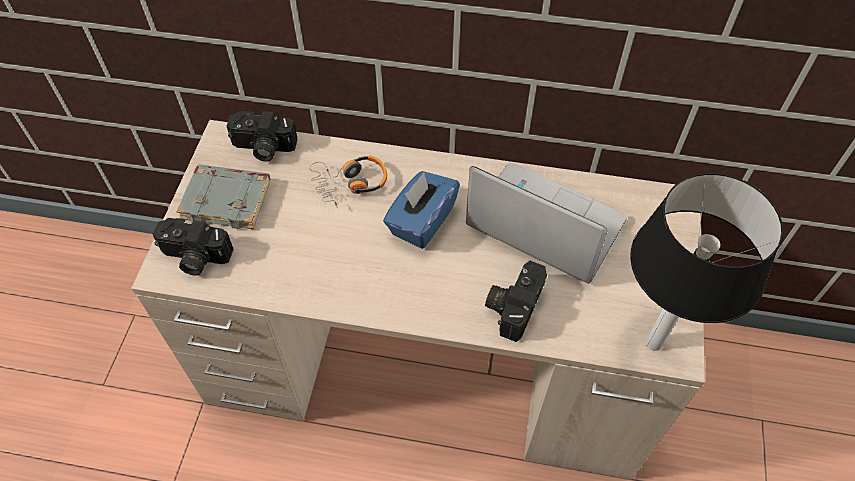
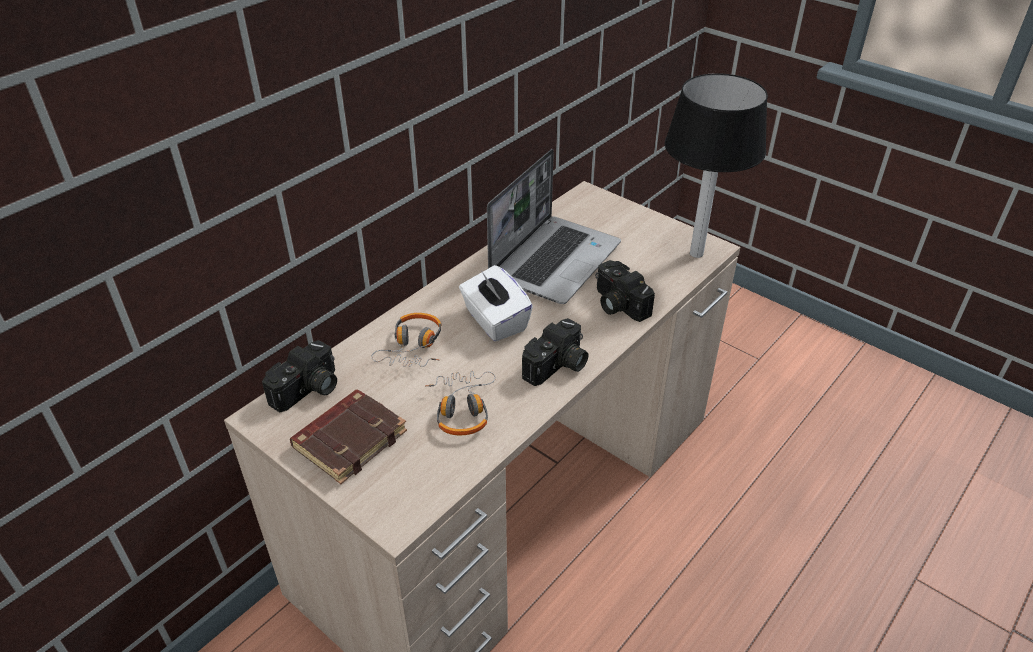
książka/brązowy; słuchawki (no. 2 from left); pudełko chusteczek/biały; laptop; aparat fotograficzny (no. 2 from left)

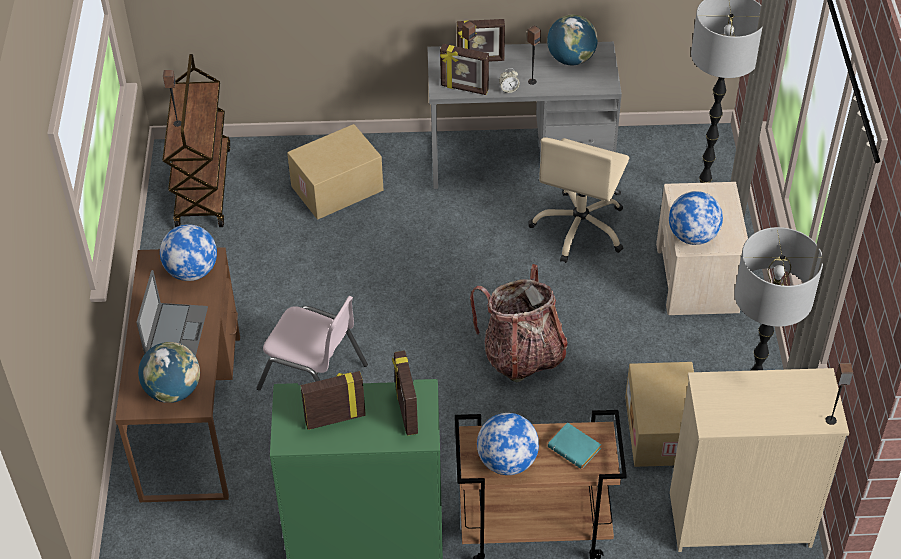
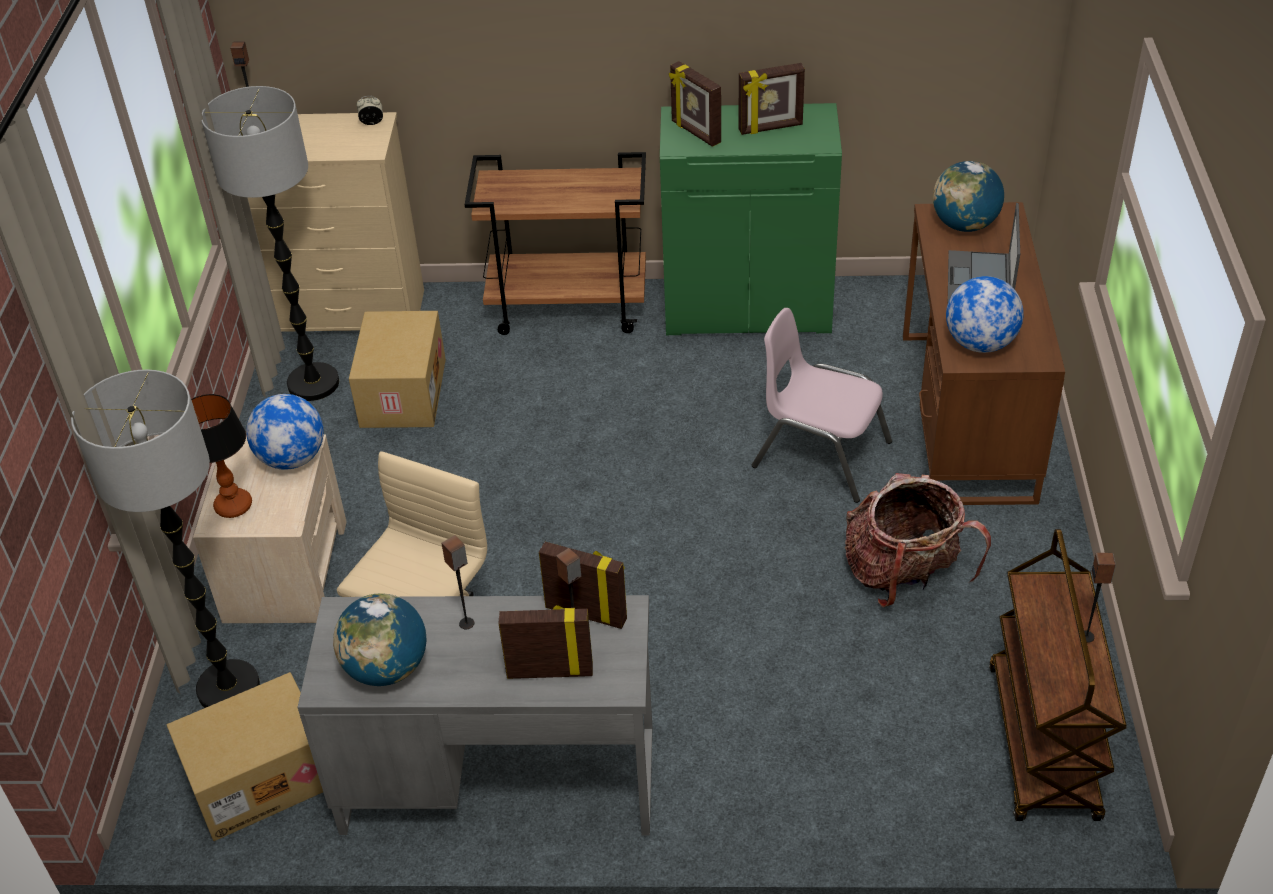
karton (no. 1 from left); lampa stołowa; budzik; ramka na zdjęcie (no. 3 from left); plecak; globus (no. 3 from left in the first image); książka/turkusowy

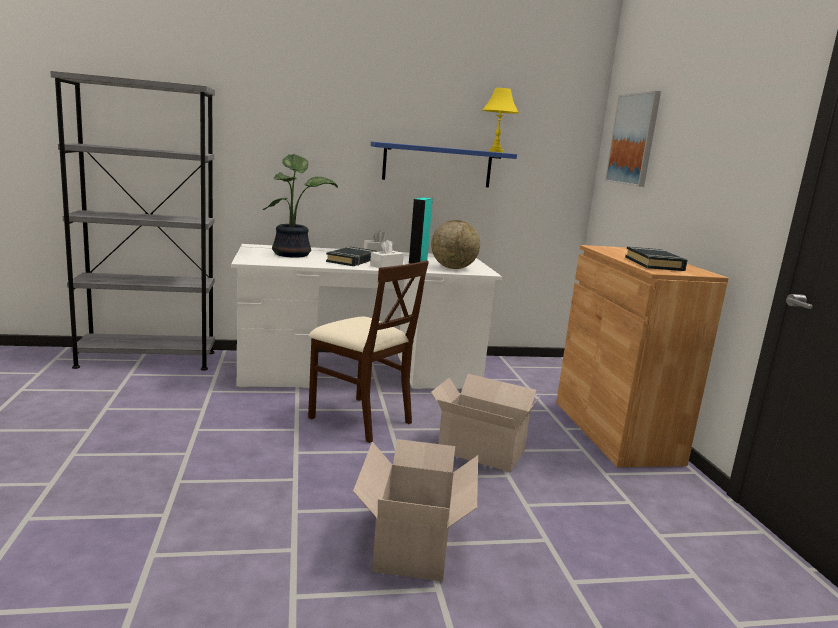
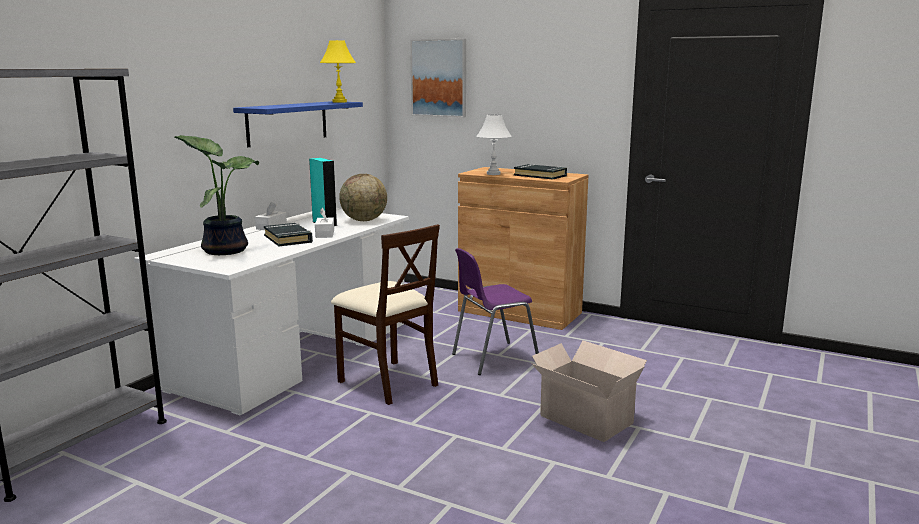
krzesło/beżowy; krzesło/fioletowy; lampa stołowa/biały

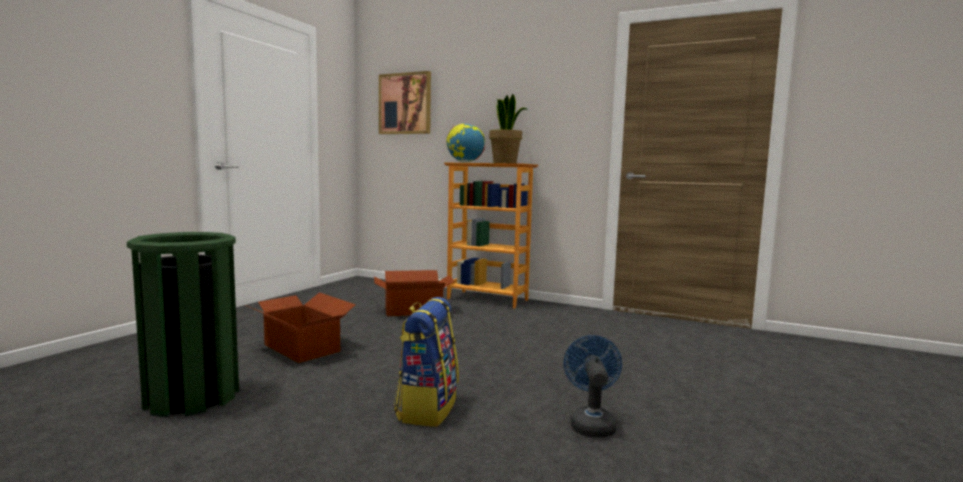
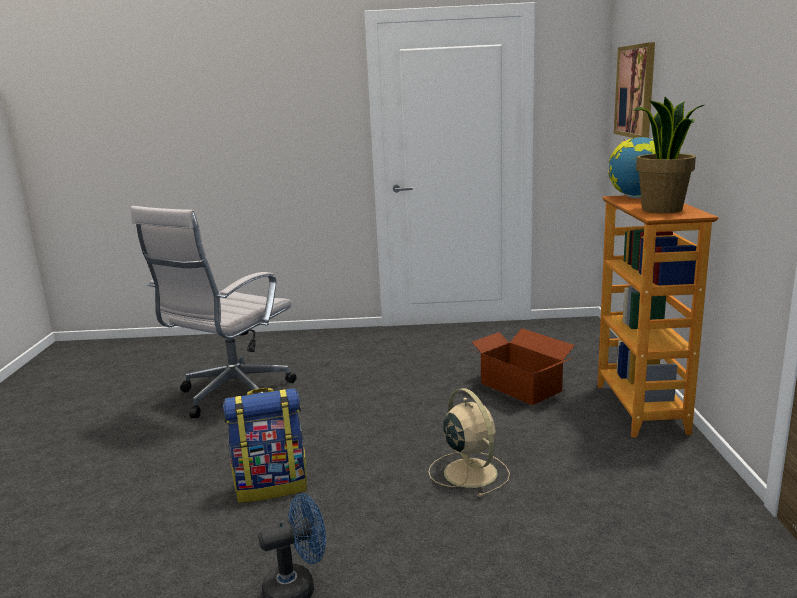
krzesło biurowe/biały; wentylator/beżowy; karton (no. 1 from left in the first image)

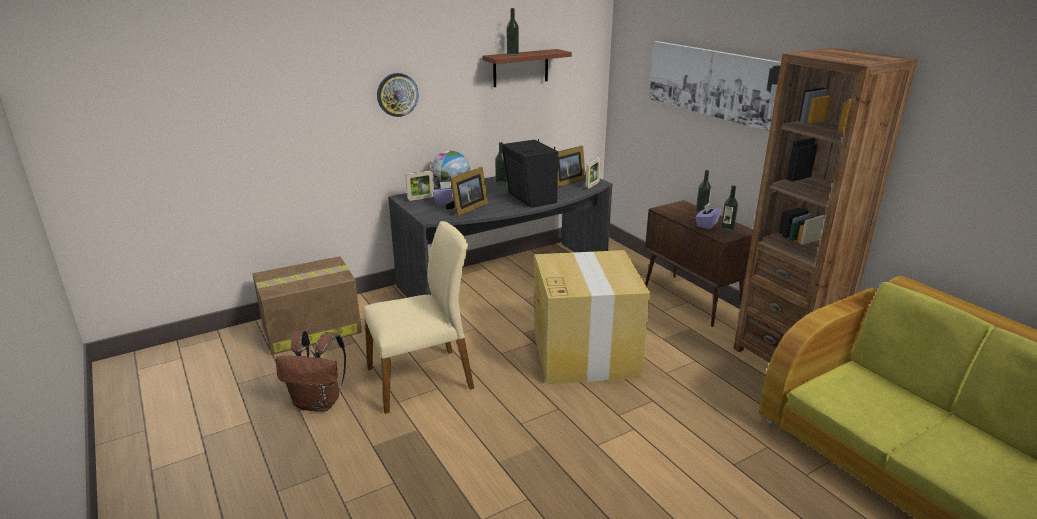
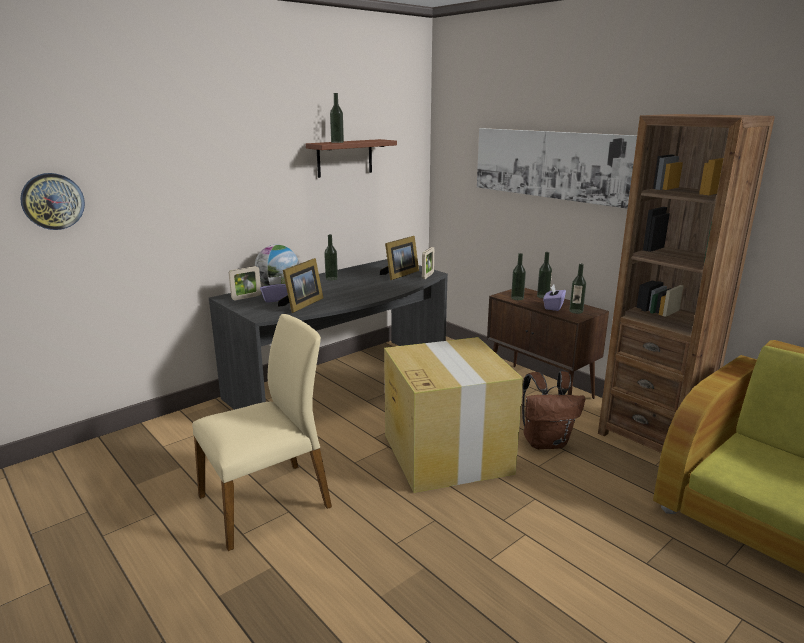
zegar ścienny; butelka (no. 3 from left); plecak/brązowy; karton (no. 1 from left in the first image); głośnik/czarny

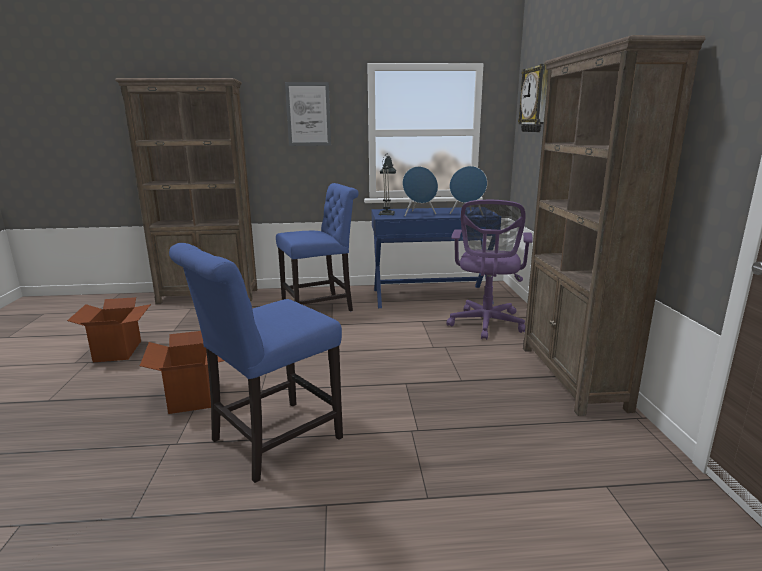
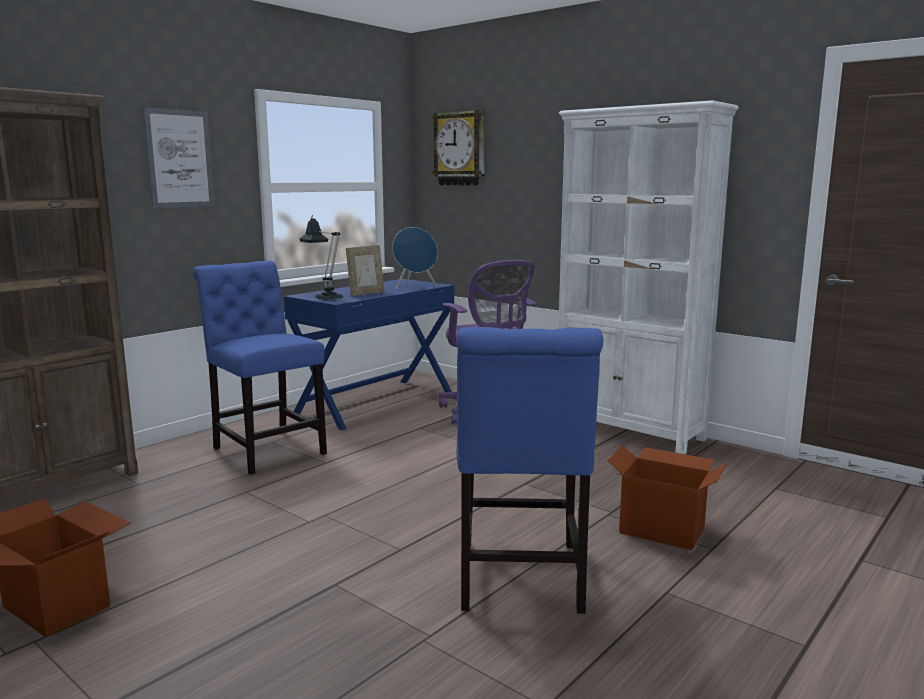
krzesło/niebieski (no. 1 from left); ramka na zdjęcie; regał/biały; karton (no. 2 from left)

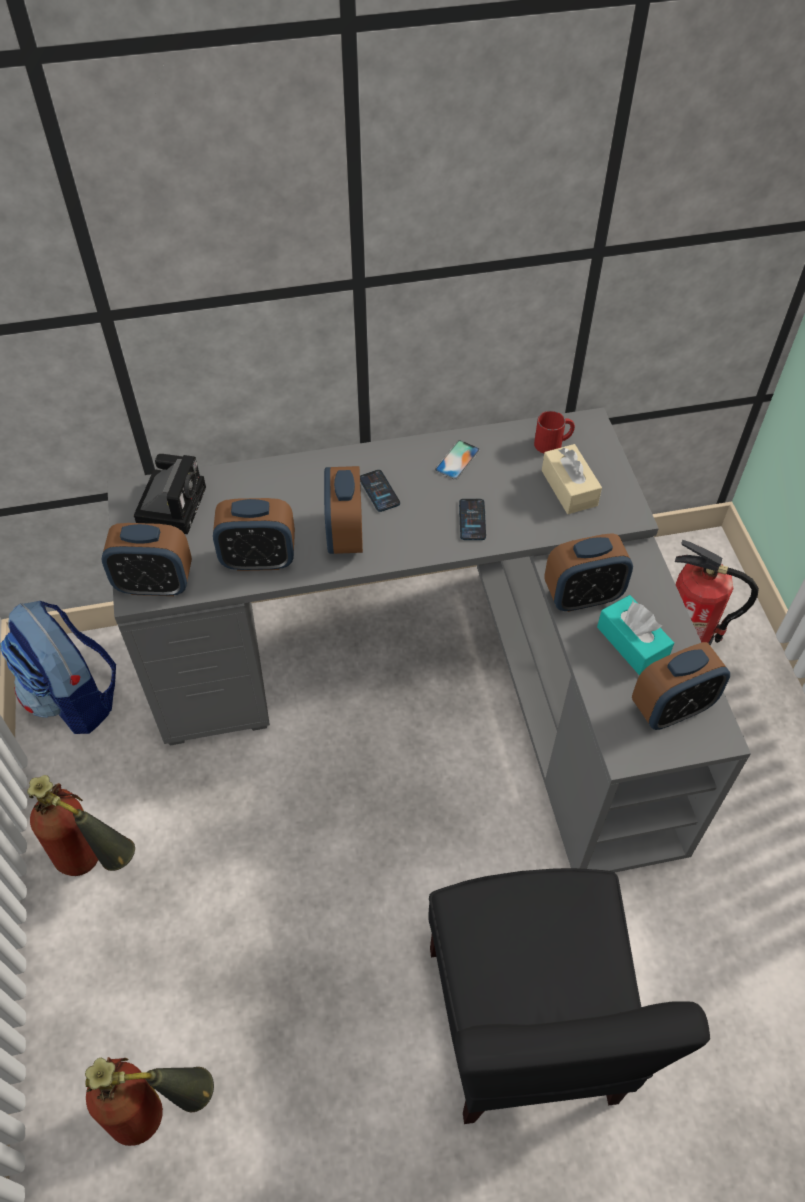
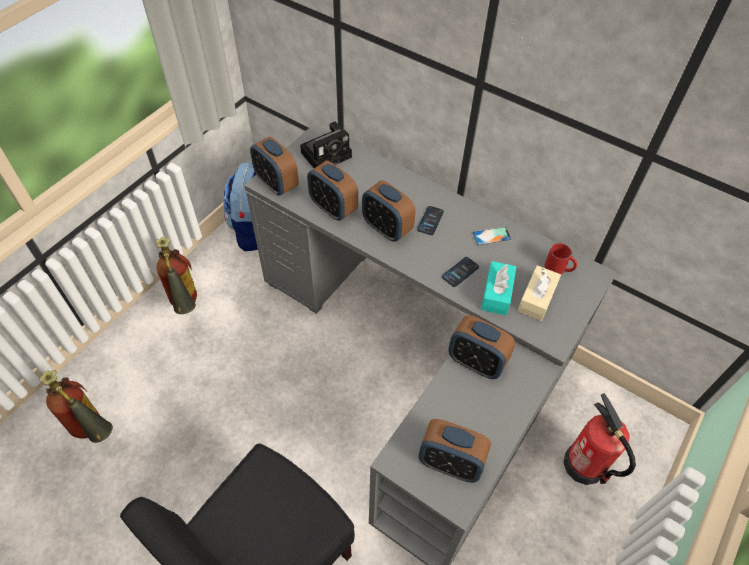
budzik (no. 3 from left); pudełko chusteczek/turkusowy

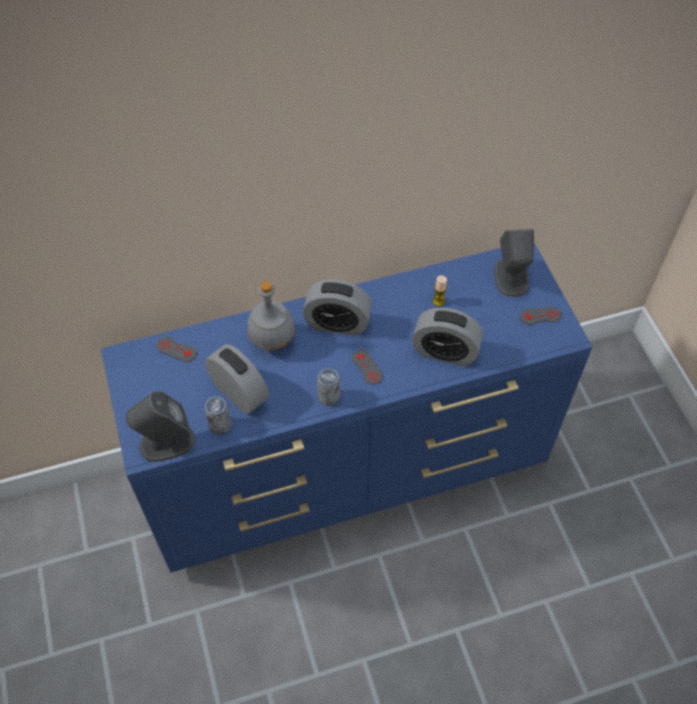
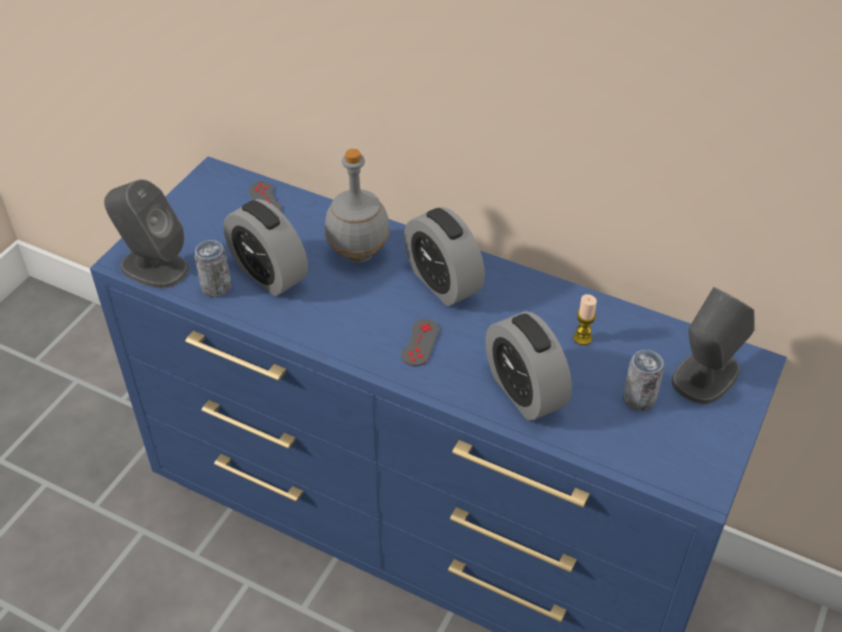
budzik (no. 1 from left); puszka (no. 2 from left); pad do gier/szary (no. 3 from left in the first image)

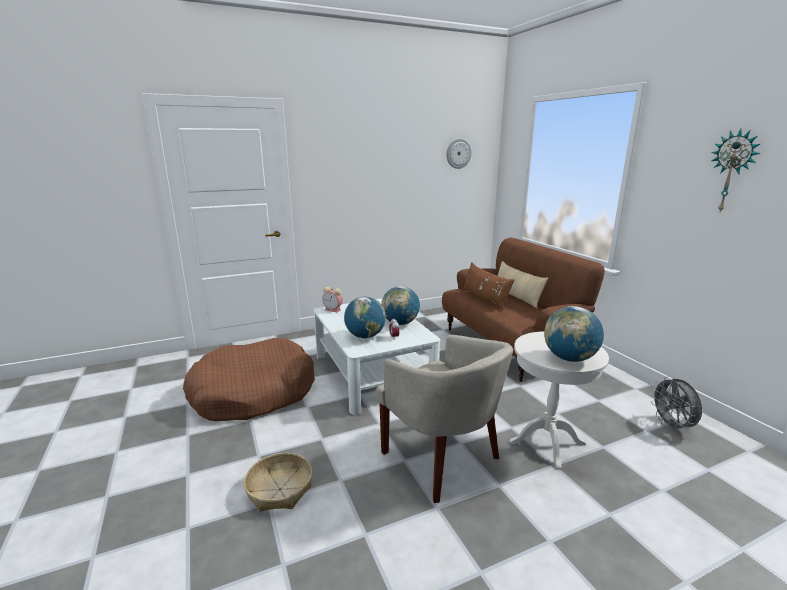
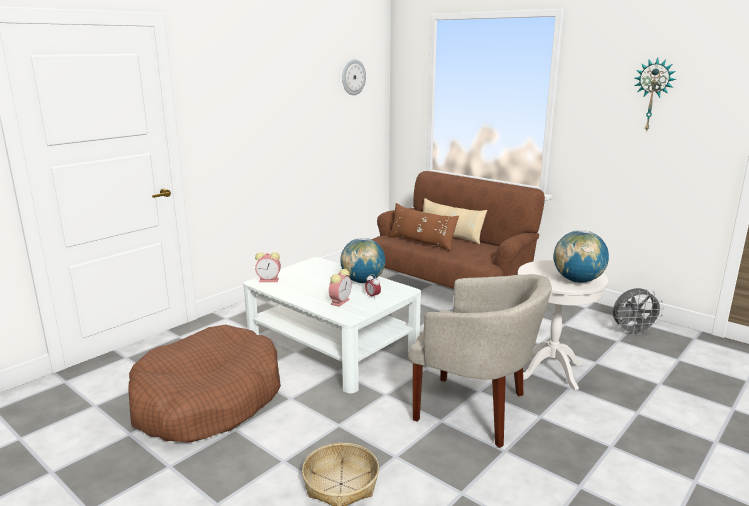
budzik (no. 2 from left); wentylator/szary

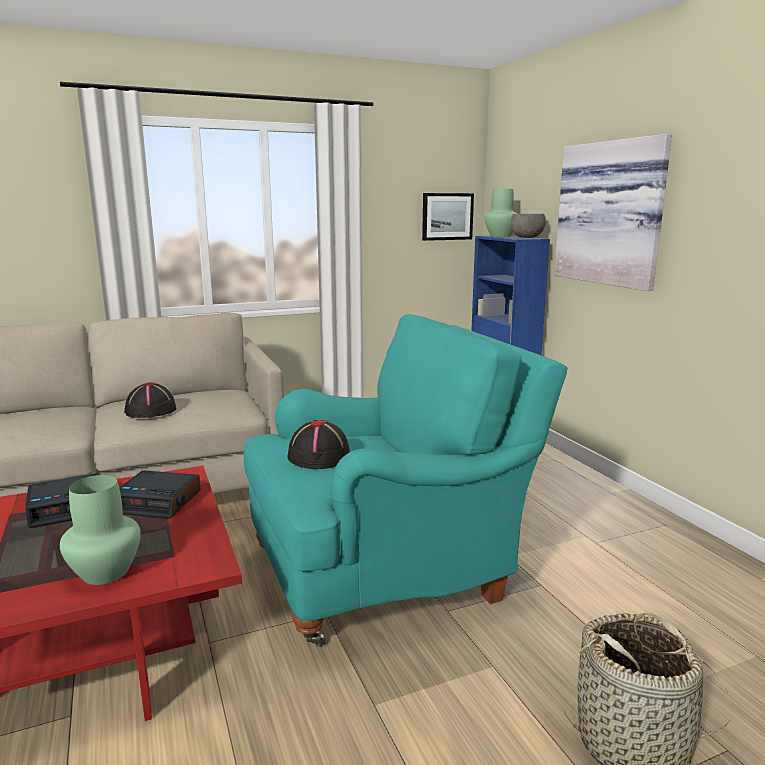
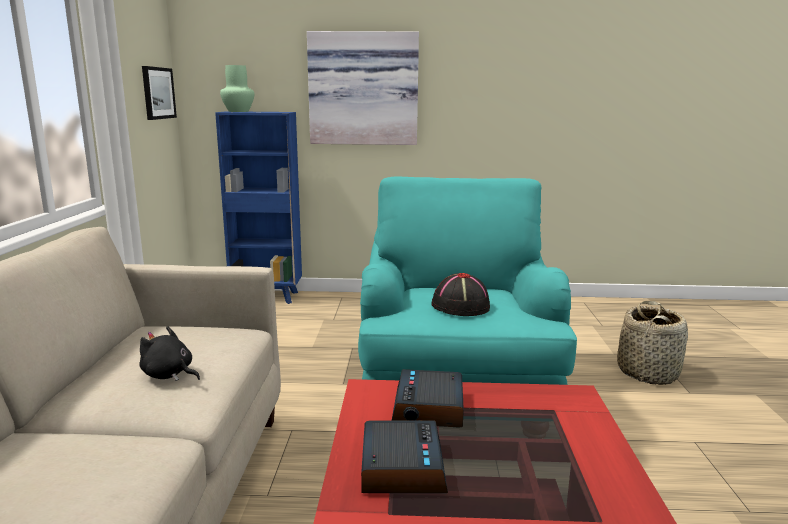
pluszak/czarny; budzik (no. 2 from left); wazon/zielony (no. 1 from left in the first image); miska/szary

